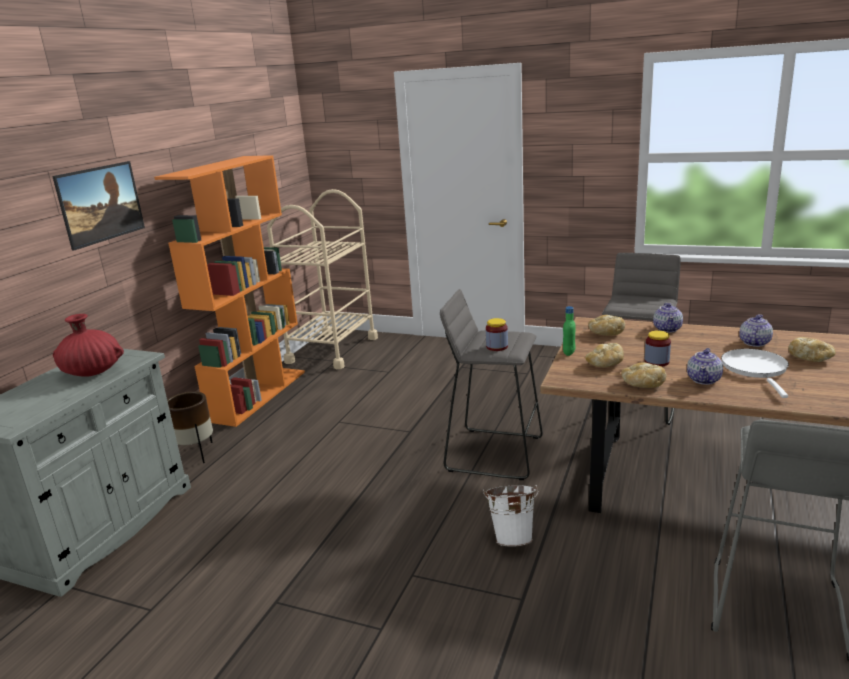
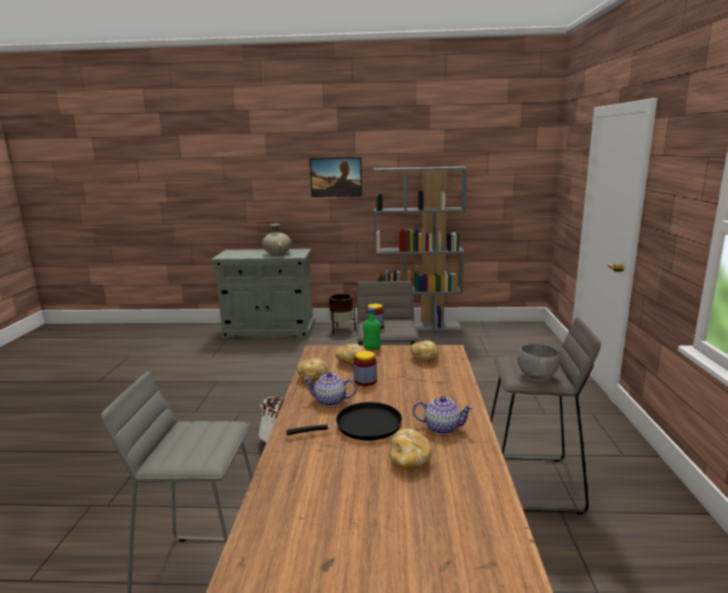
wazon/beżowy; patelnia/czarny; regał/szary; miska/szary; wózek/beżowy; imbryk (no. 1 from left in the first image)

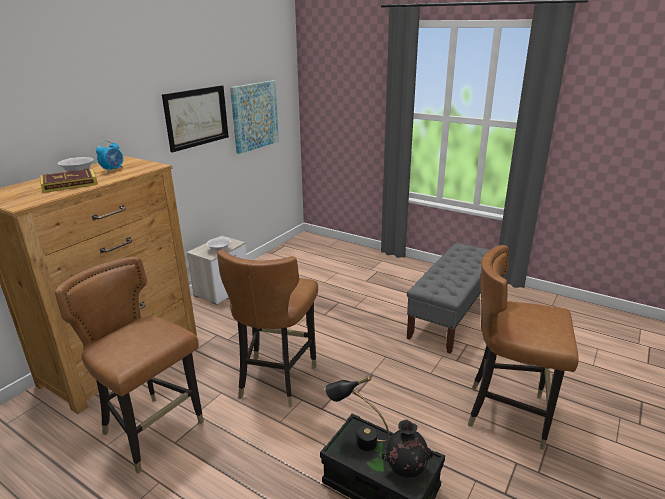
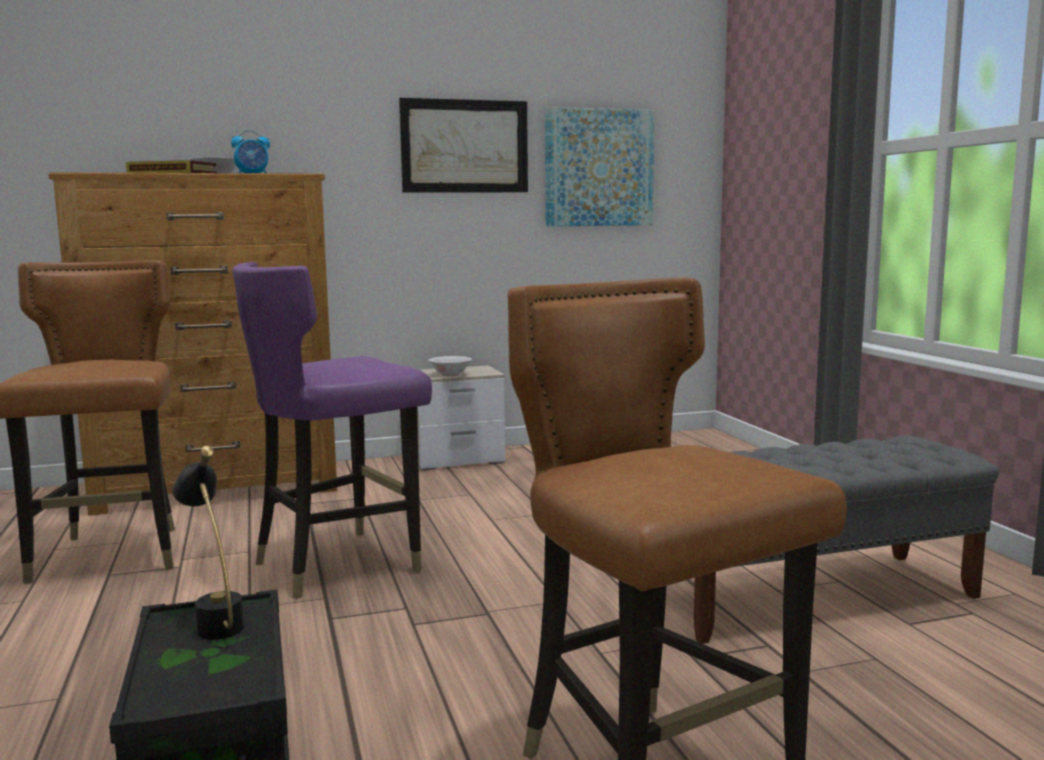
krzesło/fioletowy; wazon/czarny

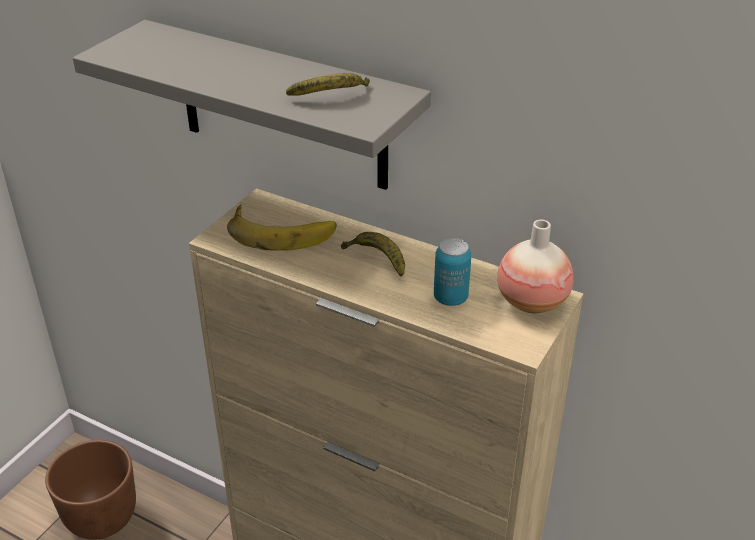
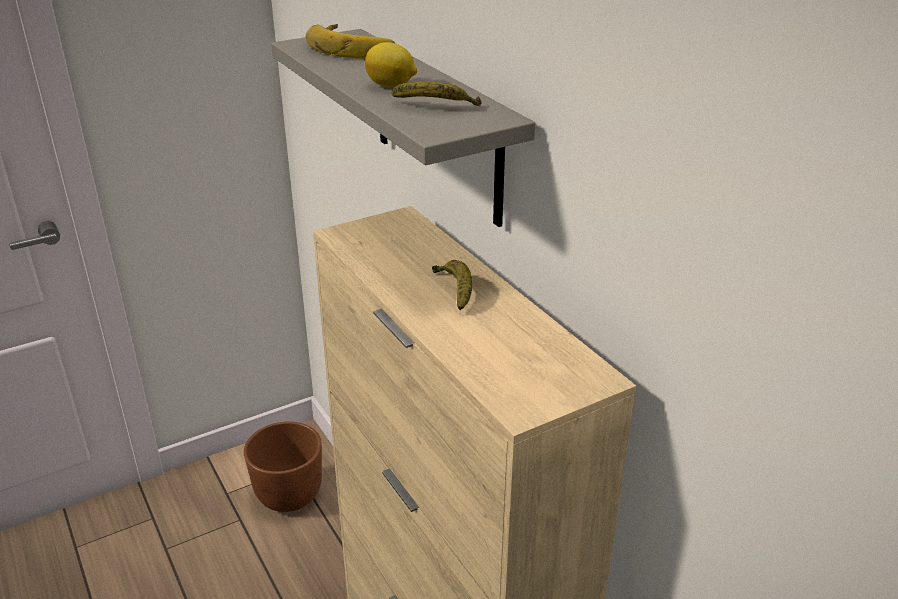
banan (no. 1 from left); cytryna; puszka; wazon

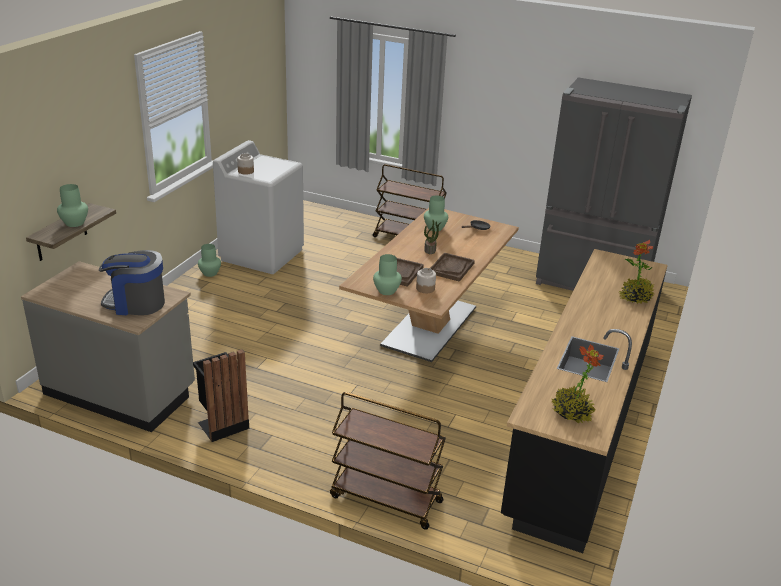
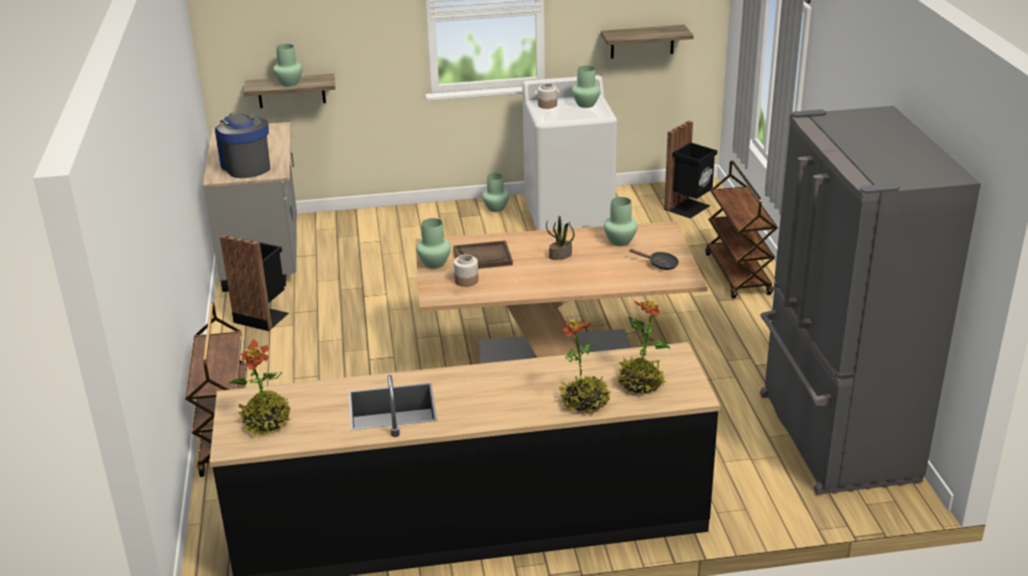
wazon/zielony (no. 4 from left); półka (no. 2 from left); roślina doniczkowa (no. 4 from left); kosz na śmieci/czarny (no. 2 from left); taca/brązowy (no. 2 from left in the first image)

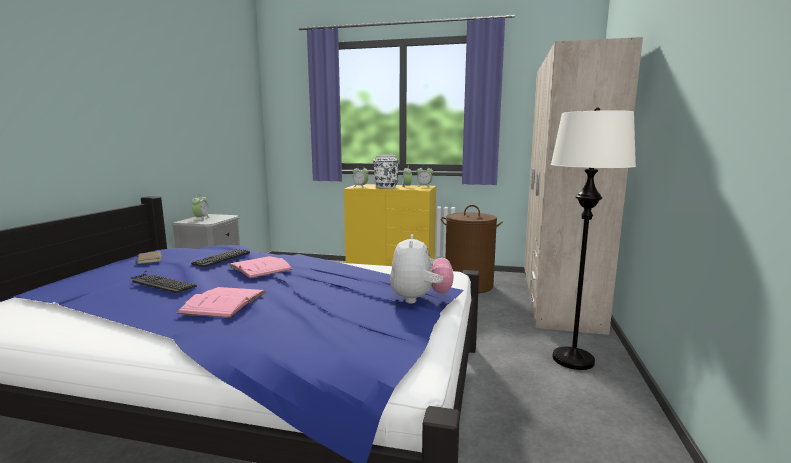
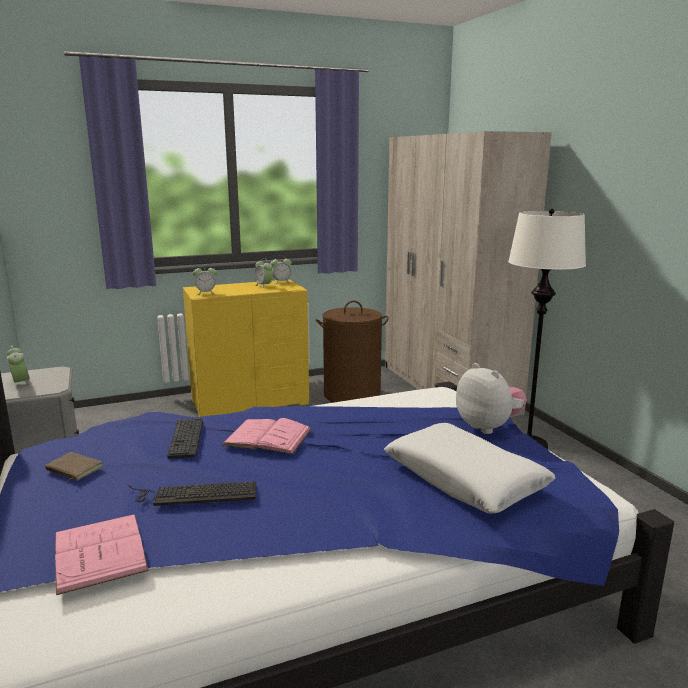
książka/różowy (no. 1 from left); poduszka/biały; wazon/biały

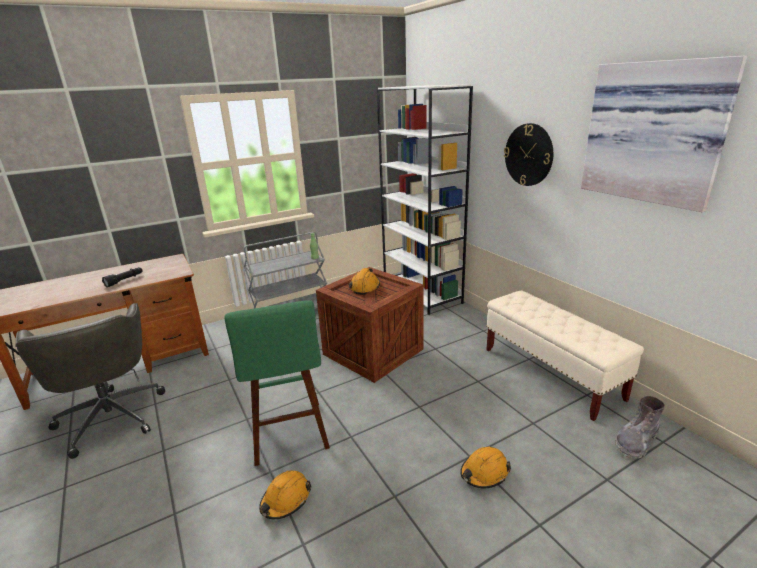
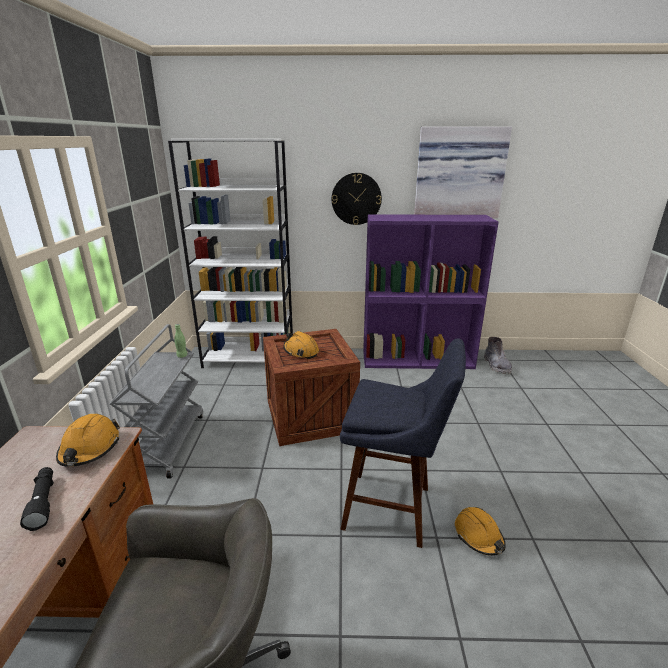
kask/pomarańczowy (no. 1 from left); stołek/niebieski; regał/fioletowy

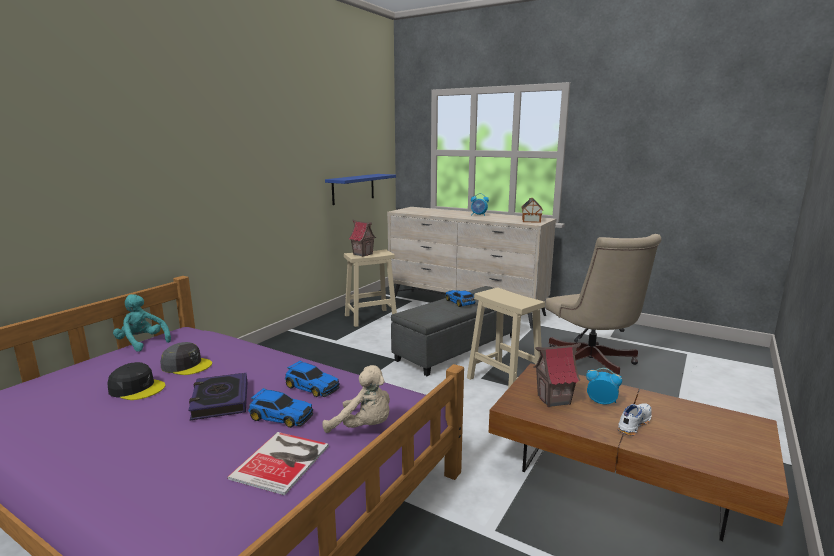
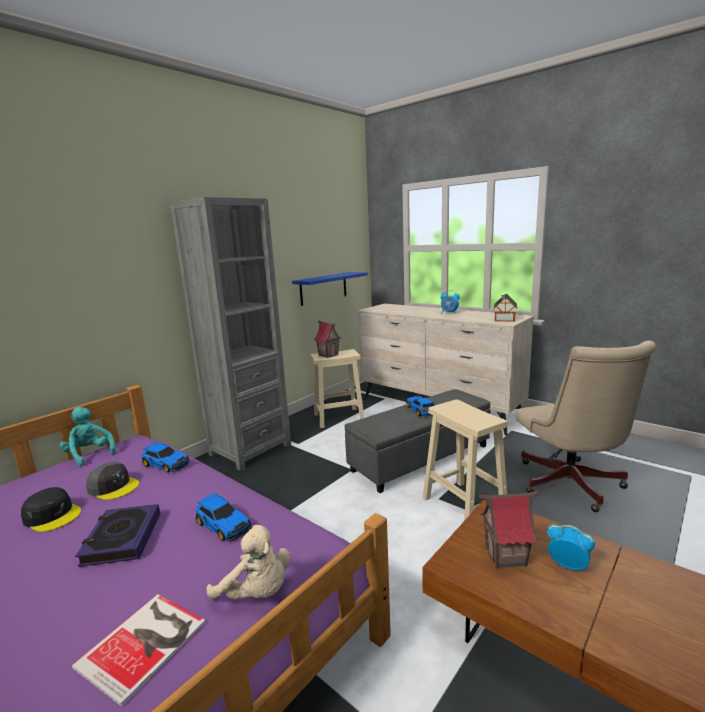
samochodzik (no. 1 from left); regał/szary; but/biały

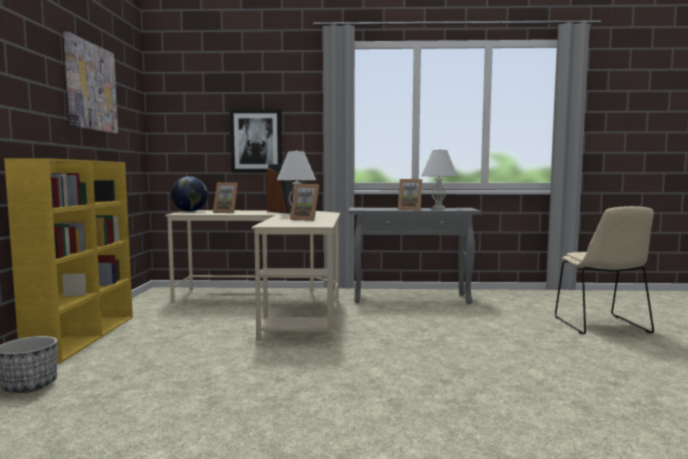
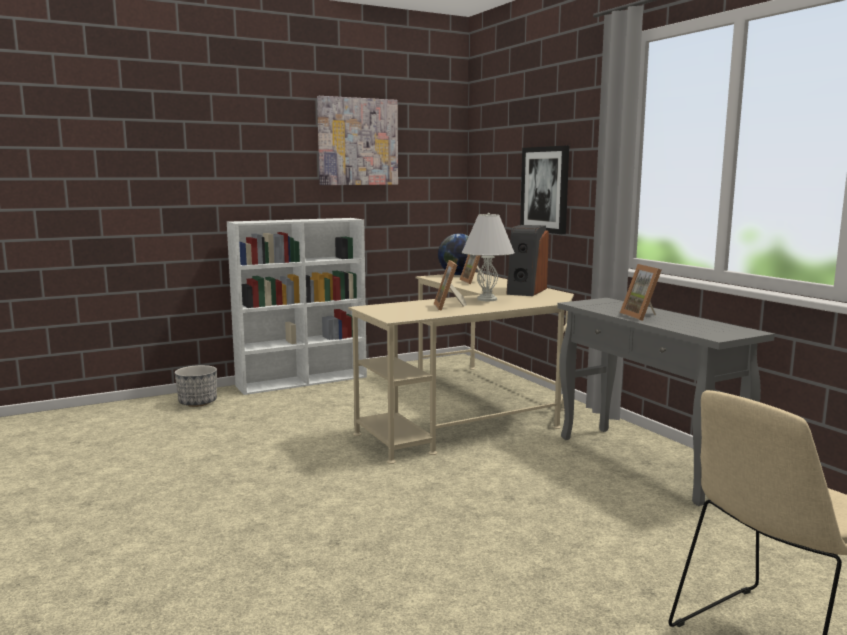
regał/biały; lampa stołowa/biały (no. 2 from left in the first image)

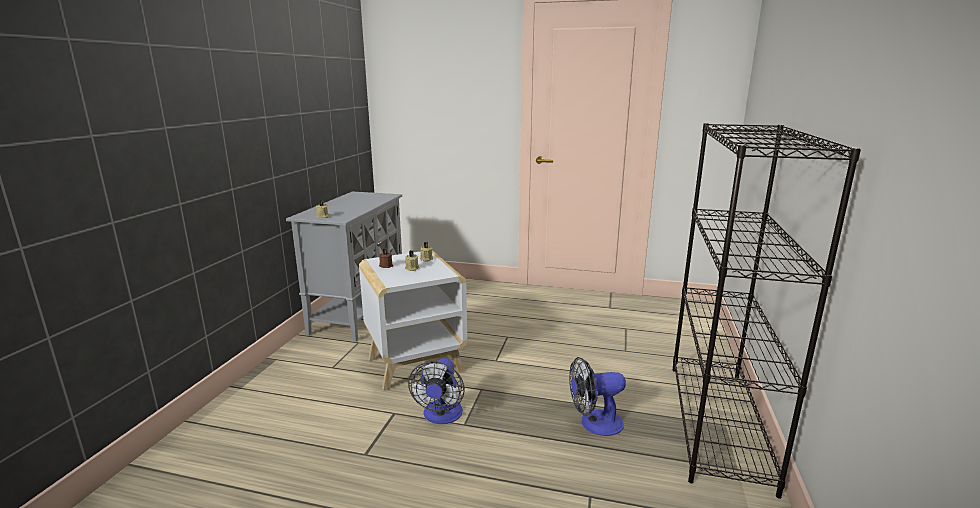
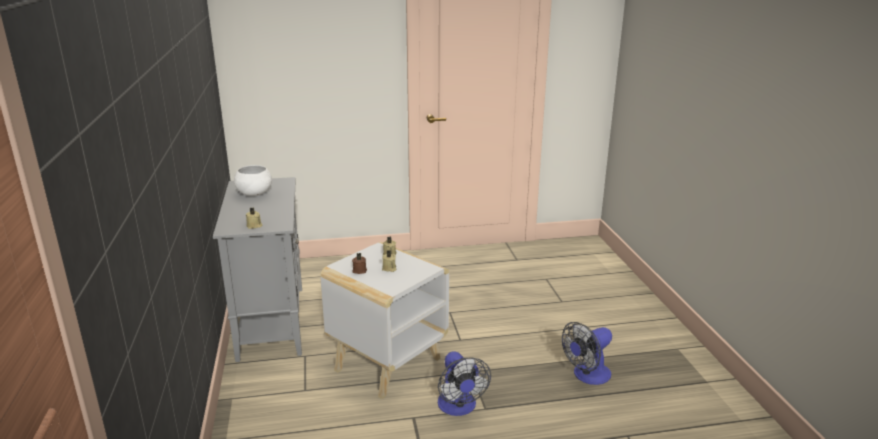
miska/biały; regał/czarny

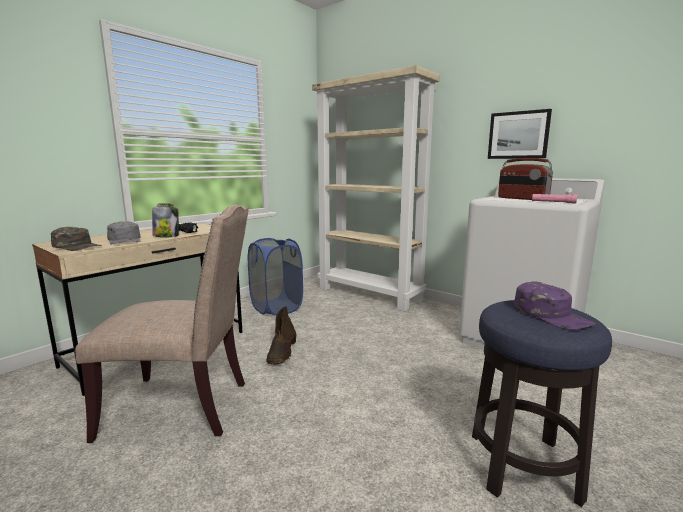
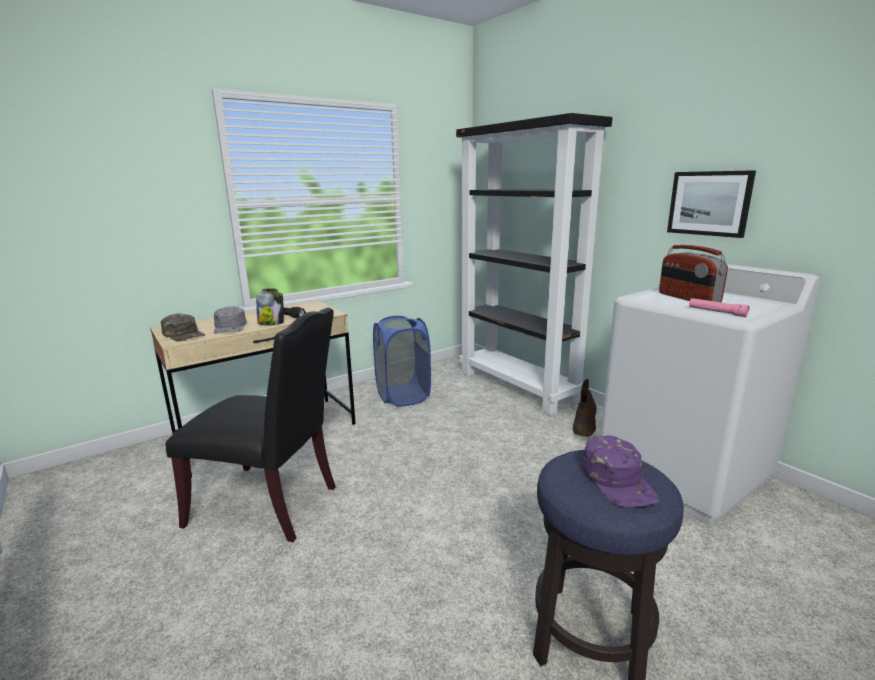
krzesło/czarny; regał/czarny; but z cholewką/brązowy

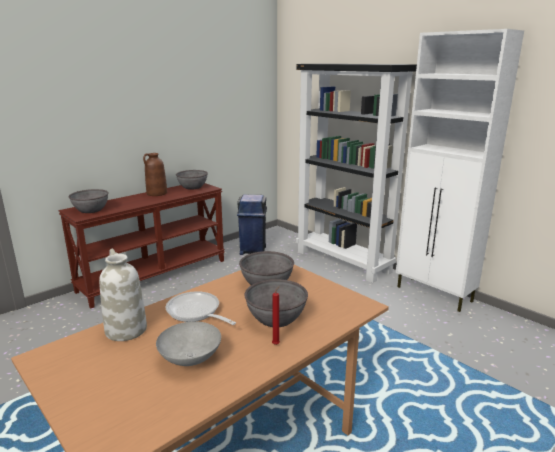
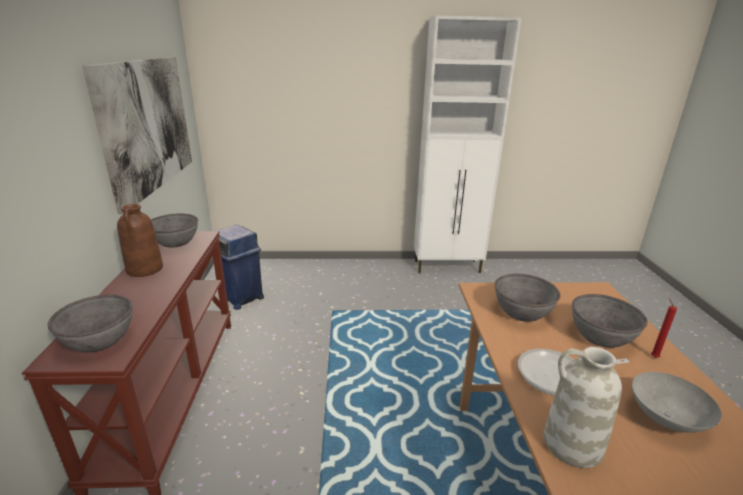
obraz; regał/czarny

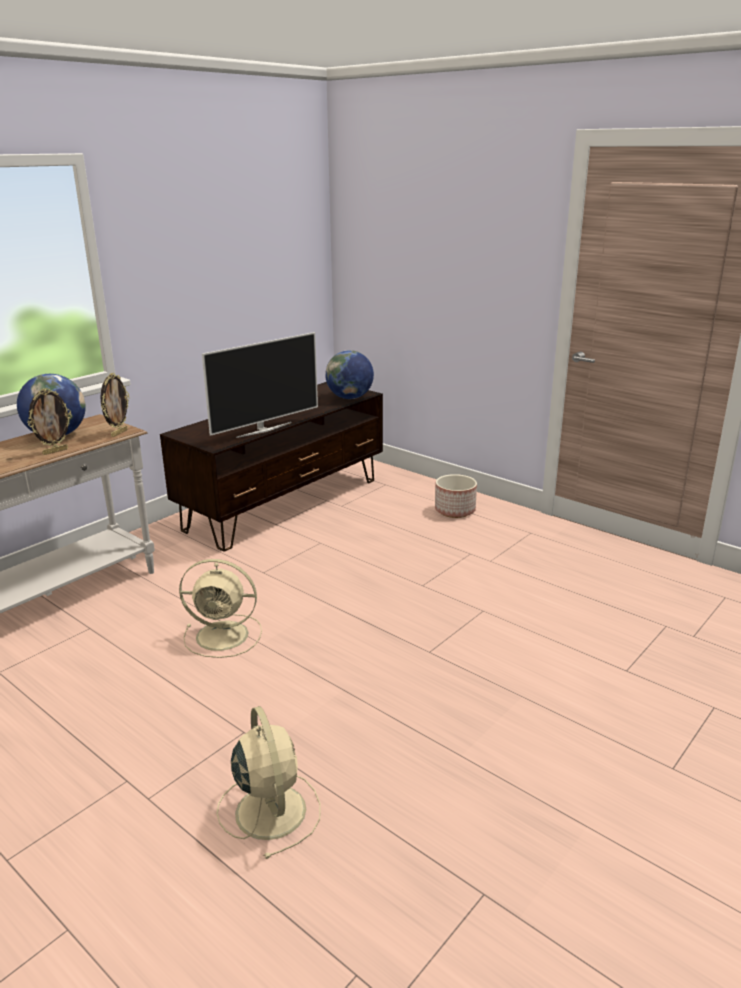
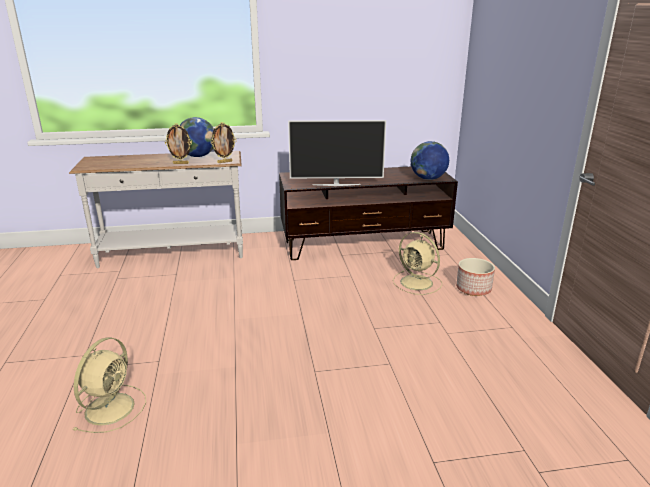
wentylator/beżowy (no. 2 from left)

